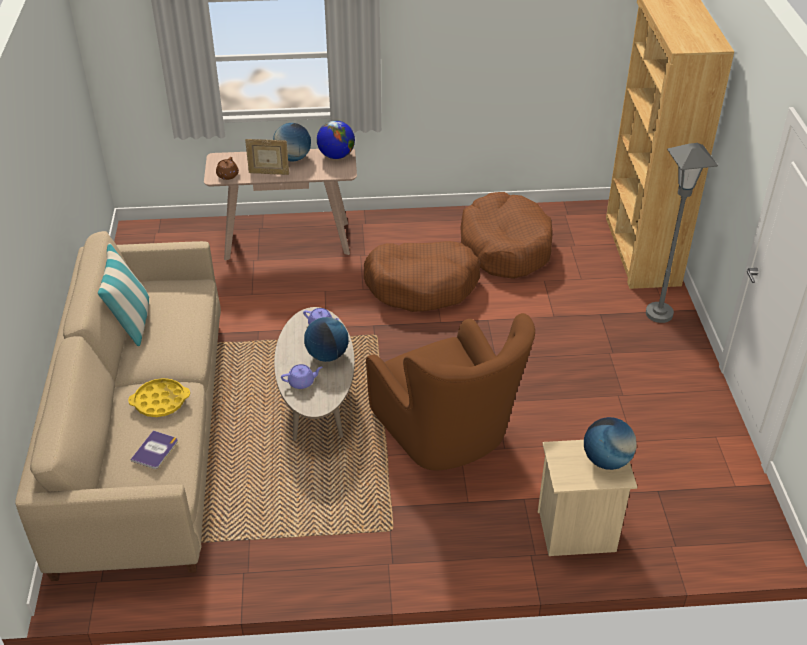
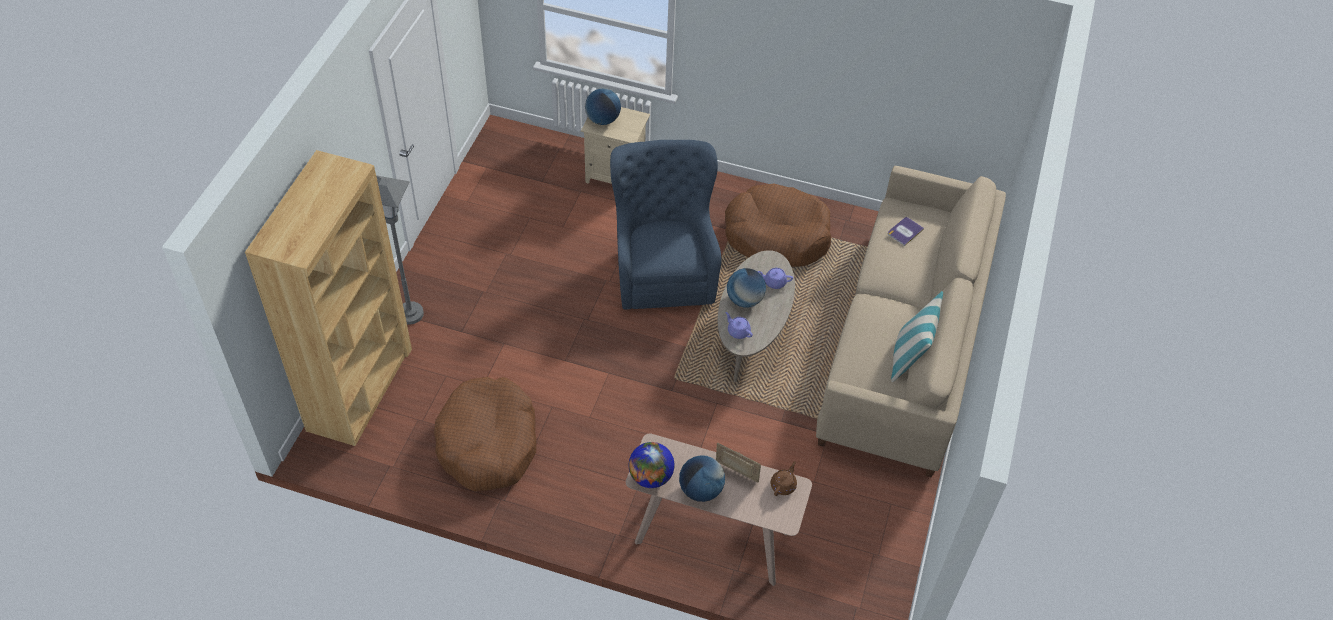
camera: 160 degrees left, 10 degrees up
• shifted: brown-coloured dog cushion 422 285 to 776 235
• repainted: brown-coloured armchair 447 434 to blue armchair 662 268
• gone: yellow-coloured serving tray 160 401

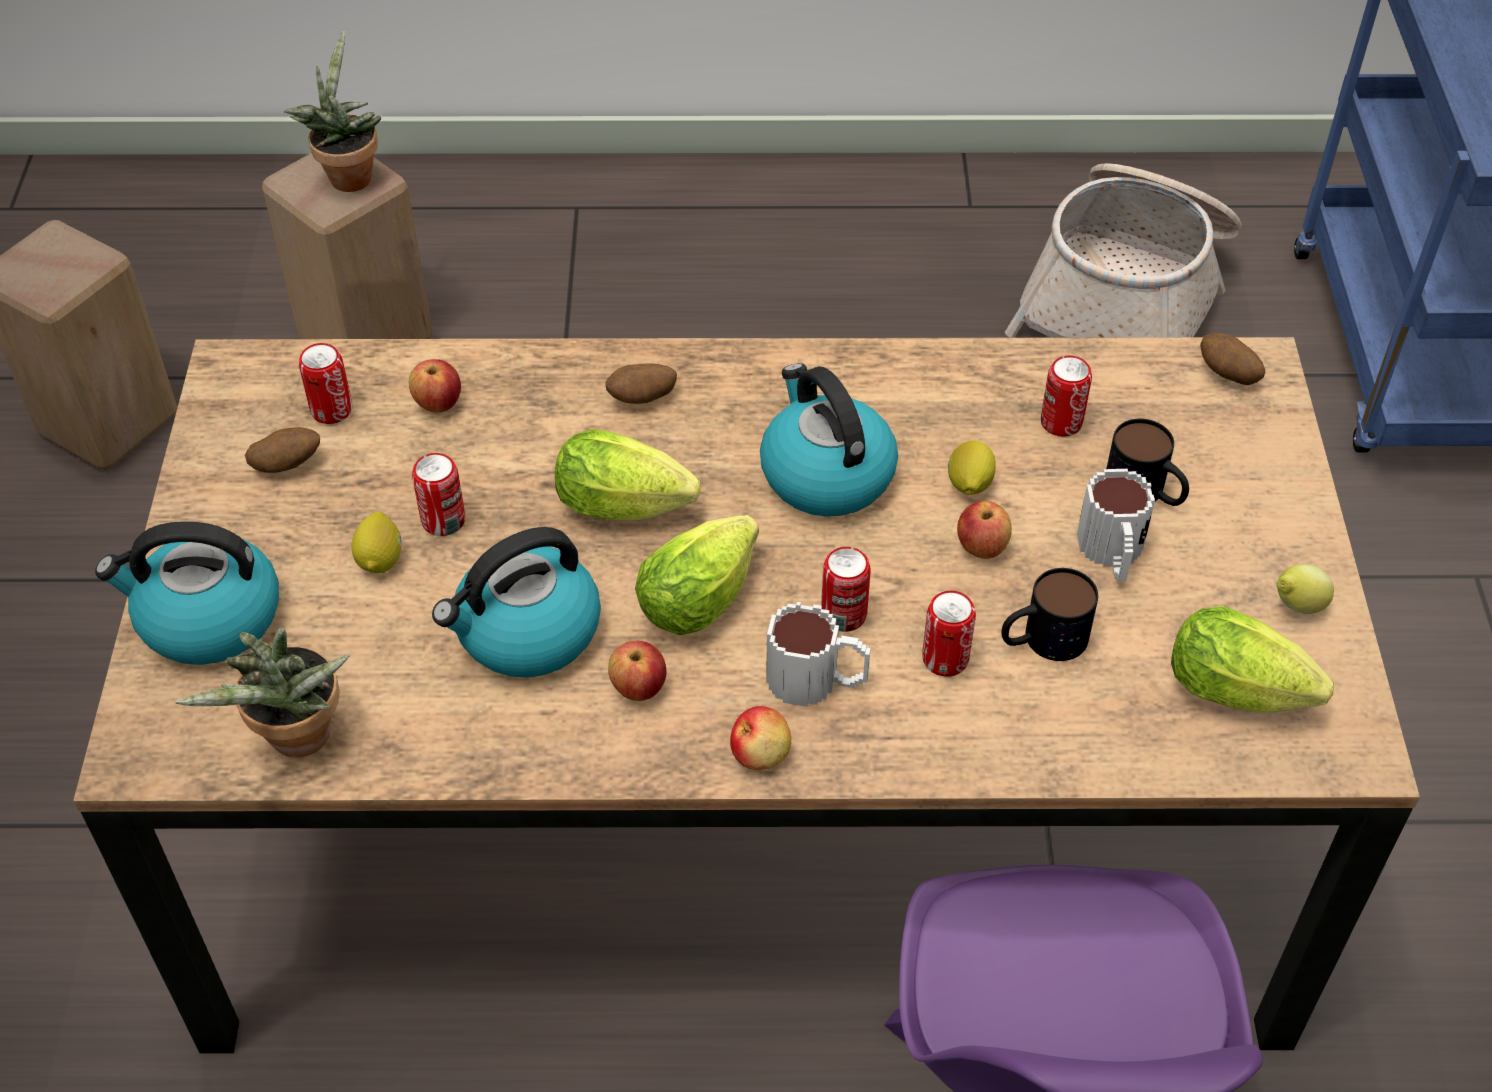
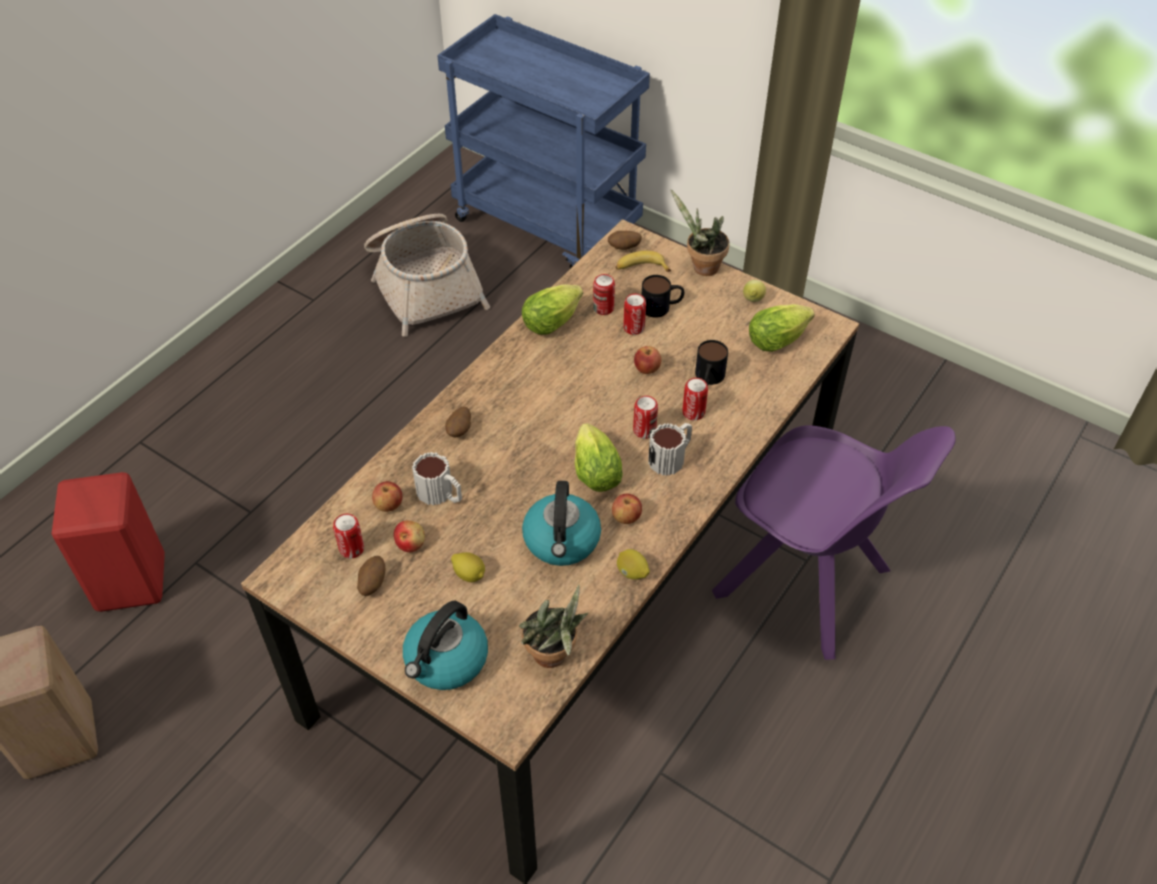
camera: 55 degrees left, 0 degrees up
• shifted: houseplant 348 175 to 701 267
• repainted: beige-coloured stool seat 362 338 to reddish stool seat 129 584
• gone: water kettle 825 474
• shifted: head of lettuce 631 507 to 554 321
• shifted: citrus fruit 969 485 to 632 573
• shifted: metal can 443 521 to 634 328
• shifted: coffee mug 1112 554 to 441 494
• shifted: apple 761 753 to 410 543
• new: whole banana 640 268

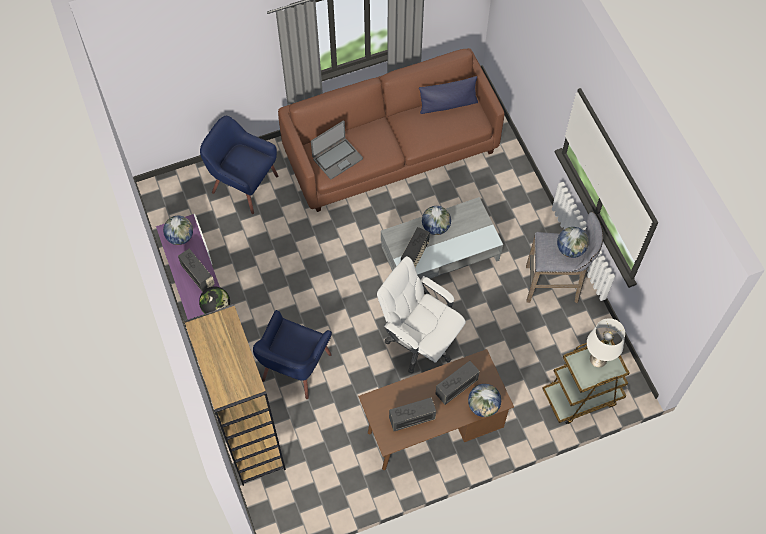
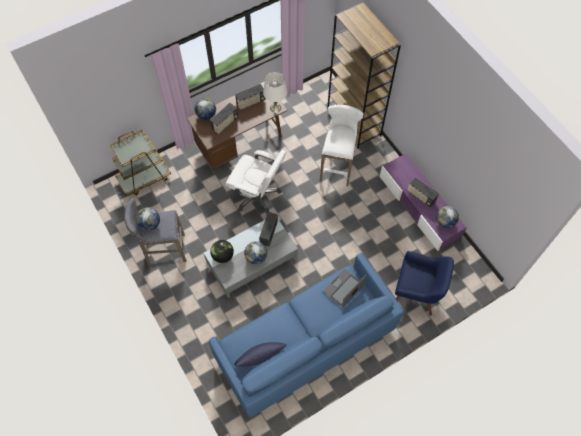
camera: 170 degrees right, 0 degrees up
• repainted: brown-coloured sofa 391 151 to blue sofa 305 343
• shifted: desk globe 216 308 to 223 256
• swapped: blue armchair 295 367 to whitish stool seat 337 166
• shifted: whitish tabletop lamp 598 359 to 275 108

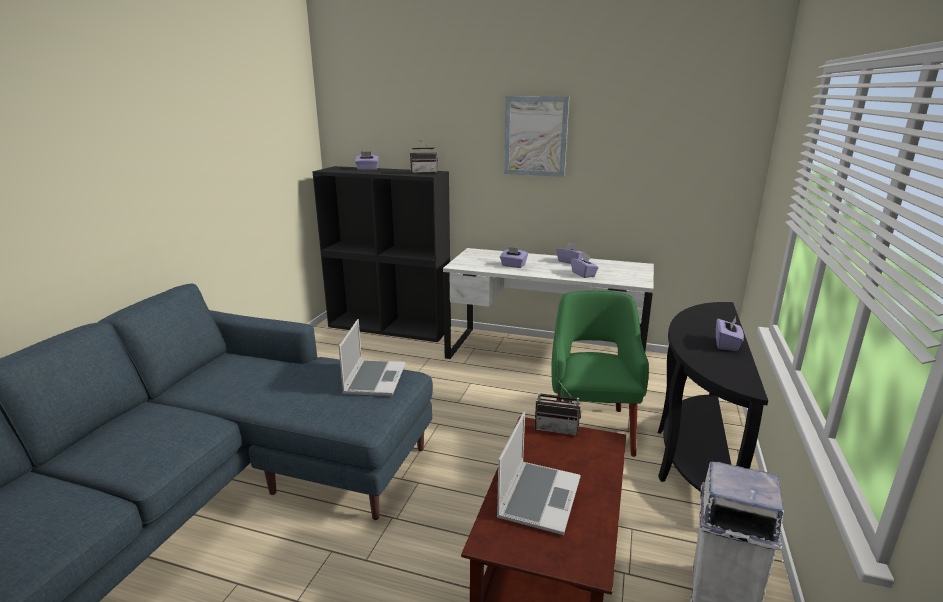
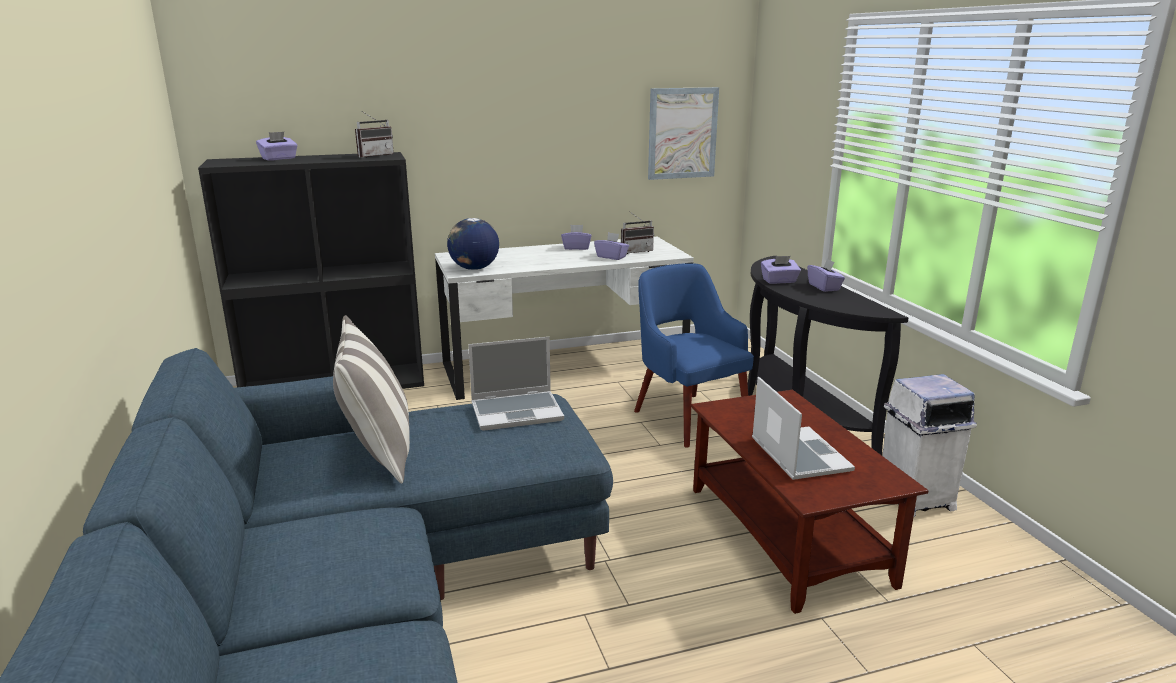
camera: 35 degrees left, 0 degrees up
• shifted: picture 535 136 to 682 133
• shifted: purple tissue holder 513 265 to 779 281
• repainted: greenish armchair 591 428 to blue armchair 689 418
• rotated: laptop 374 379 = 517 411 105 degrees clockwise
• shifted: radio set 557 428 to 635 251
• new: desk globe 474 268
• new: throw pillow 378 453

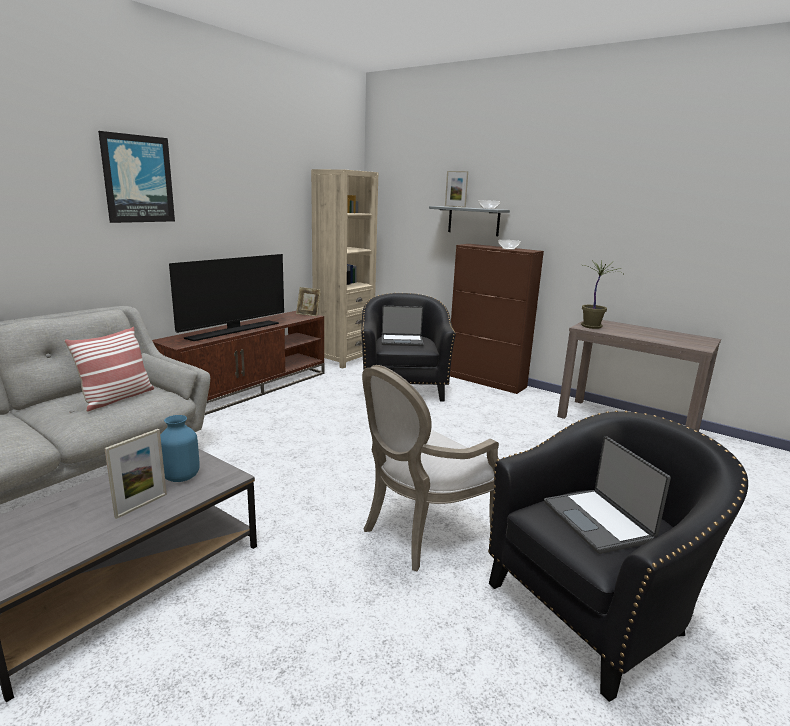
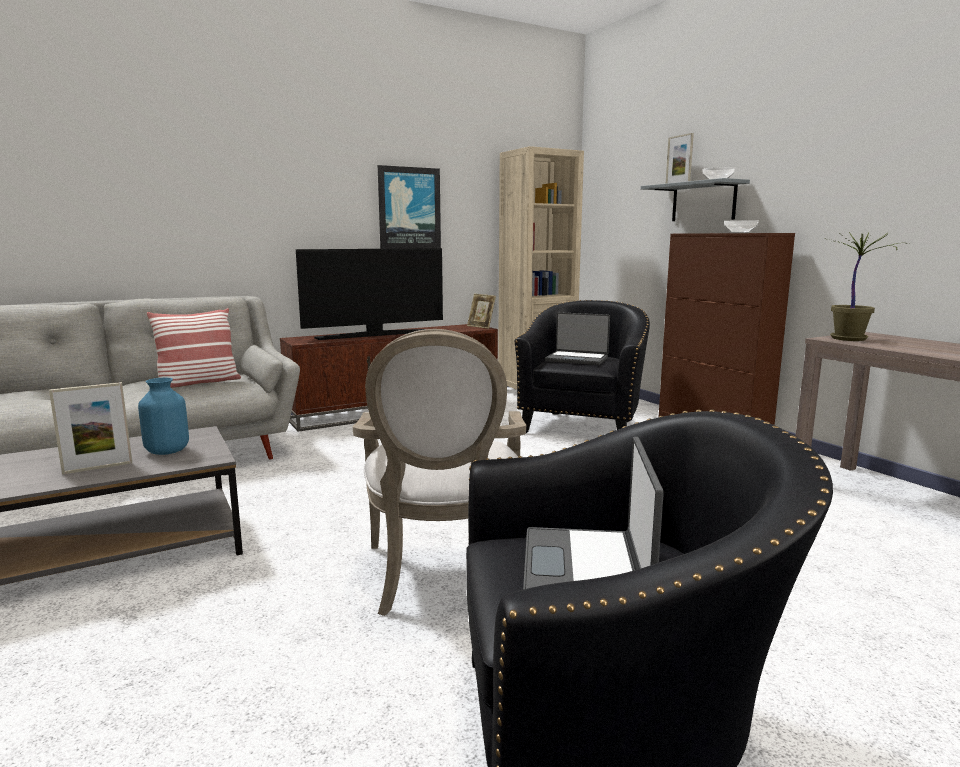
camera: 25 degrees right, 5 degrees down
• shifted: picture 138 179 to 409 208
• rotated: armchair 420 533 = 441 580 75 degrees counterclockwise

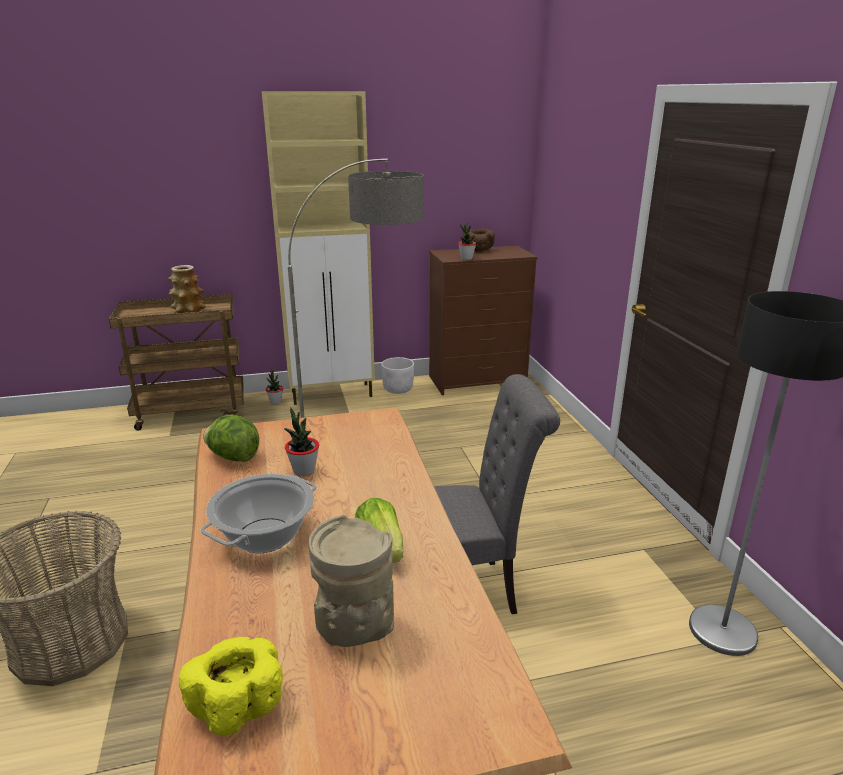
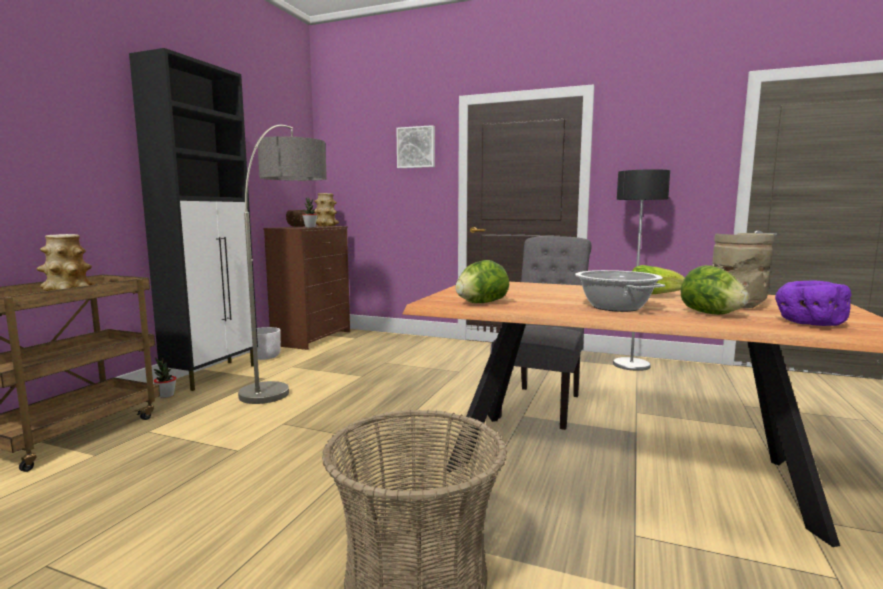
camera: 55 degrees left, 15 degrees down
• repainted: beige-coloured cupboard 333 394 to black cupboard 214 375
• gone: houseplant 304 470
• repainted: yellow-coloured serving bowl 238 705 to purple serving bowl 808 324
• new: picture 416 147
• new: vase 325 226
• new: head of lettuce 710 313

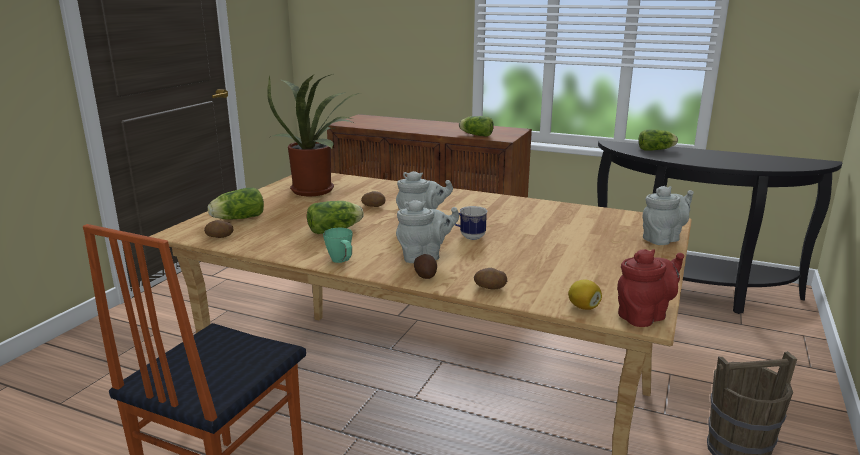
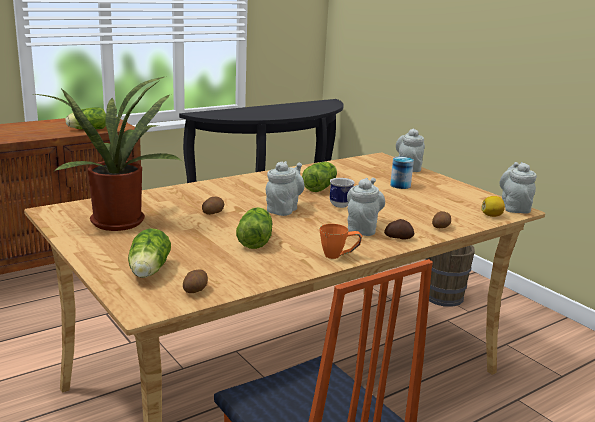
camera: 60 degrees left, 0 degrees up
• shifted: head of lettuce 657 150 to 321 187
• repainted: greenish coffee mug 342 262 to orangey coffee mug 339 256
• repainted: reddish pot for tea 644 316 to greyish pot for tea 514 207
• new: metal can 400 185

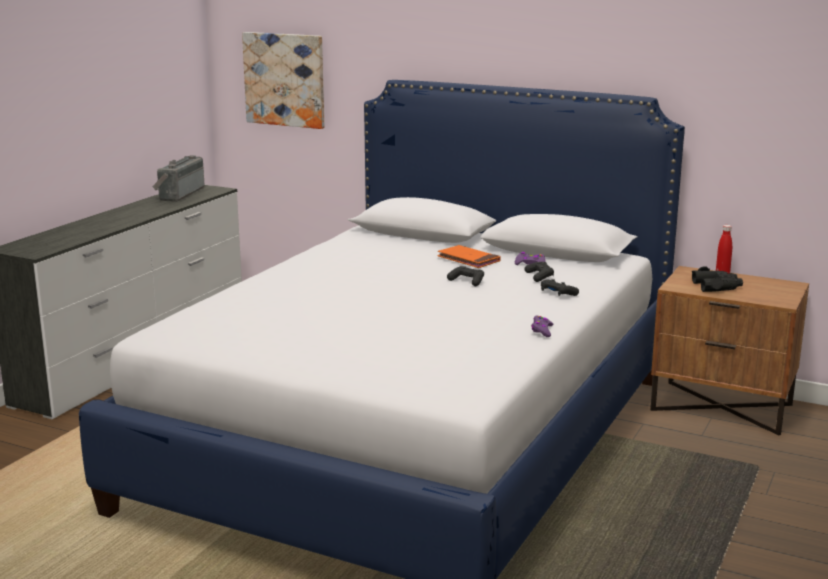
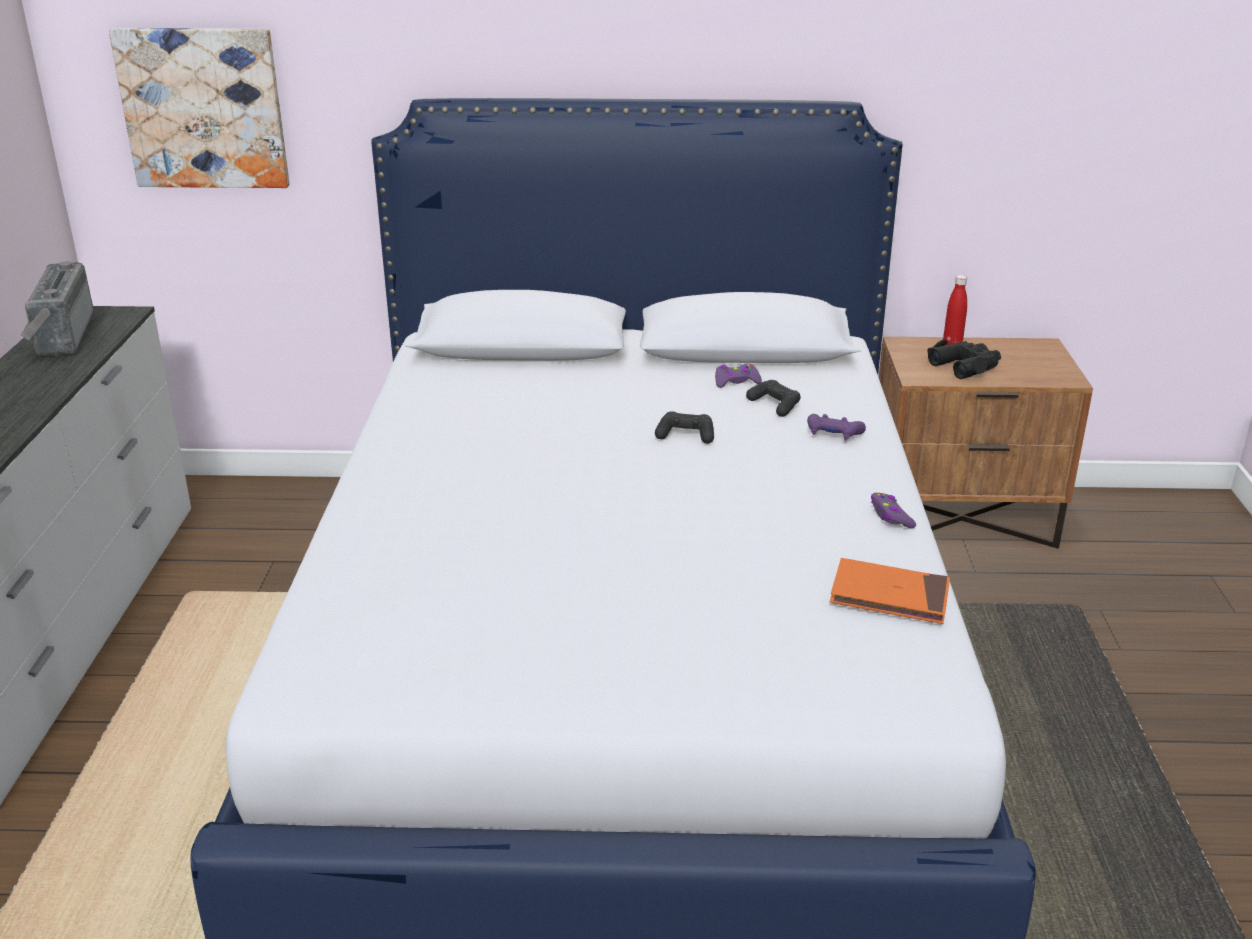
camera: 25 degrees left, 10 degrees up
• shifted: orangey volume 468 259 to 889 596
• repainted: black game controller 557 293 to purple game controller 833 434

